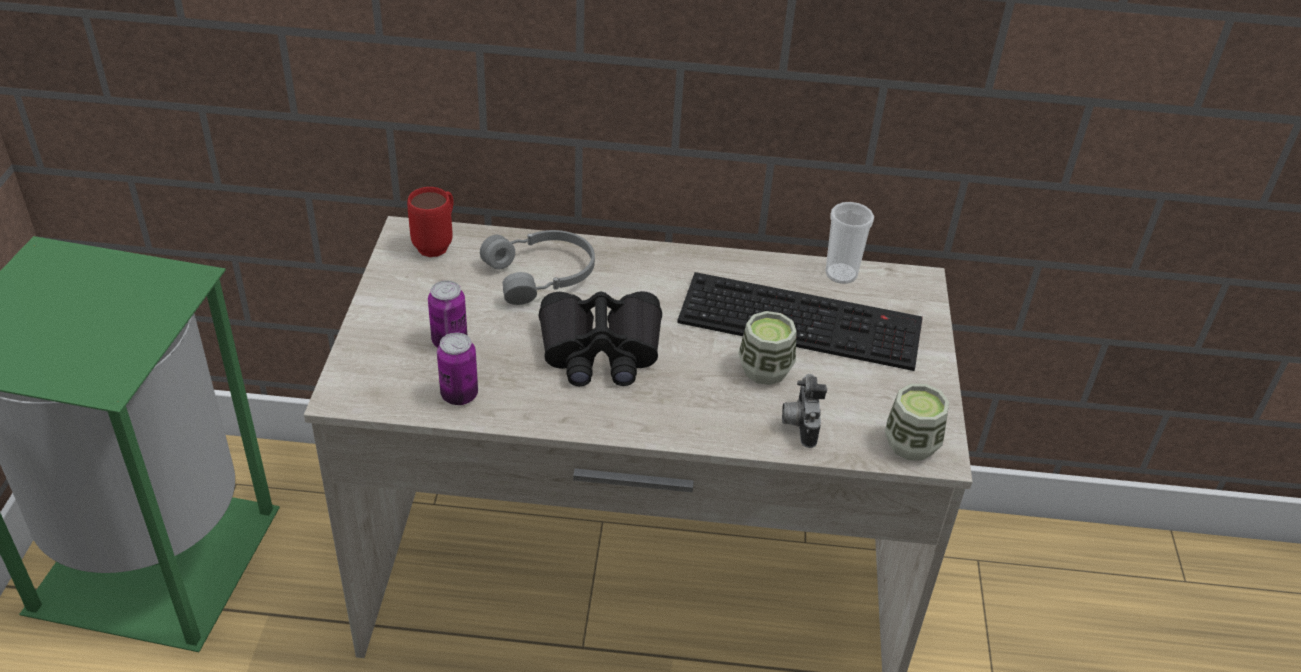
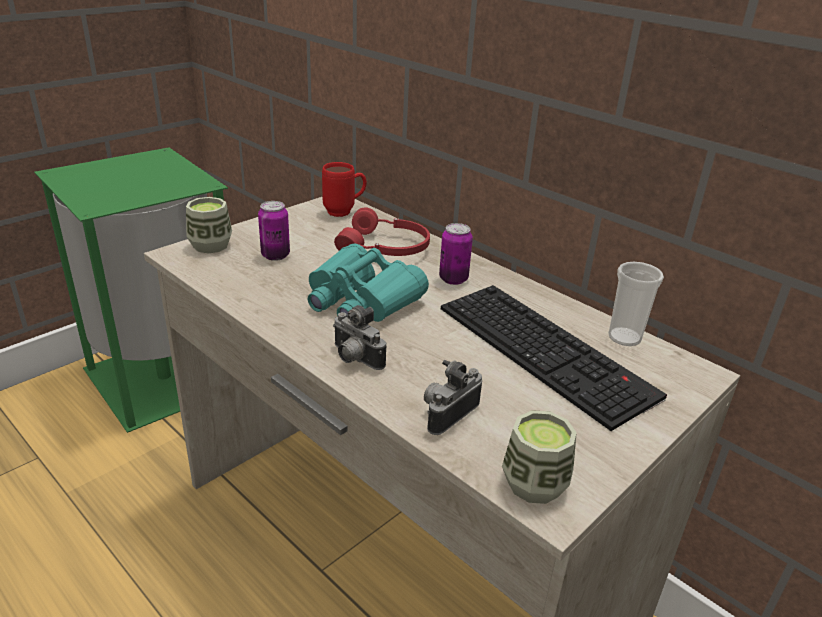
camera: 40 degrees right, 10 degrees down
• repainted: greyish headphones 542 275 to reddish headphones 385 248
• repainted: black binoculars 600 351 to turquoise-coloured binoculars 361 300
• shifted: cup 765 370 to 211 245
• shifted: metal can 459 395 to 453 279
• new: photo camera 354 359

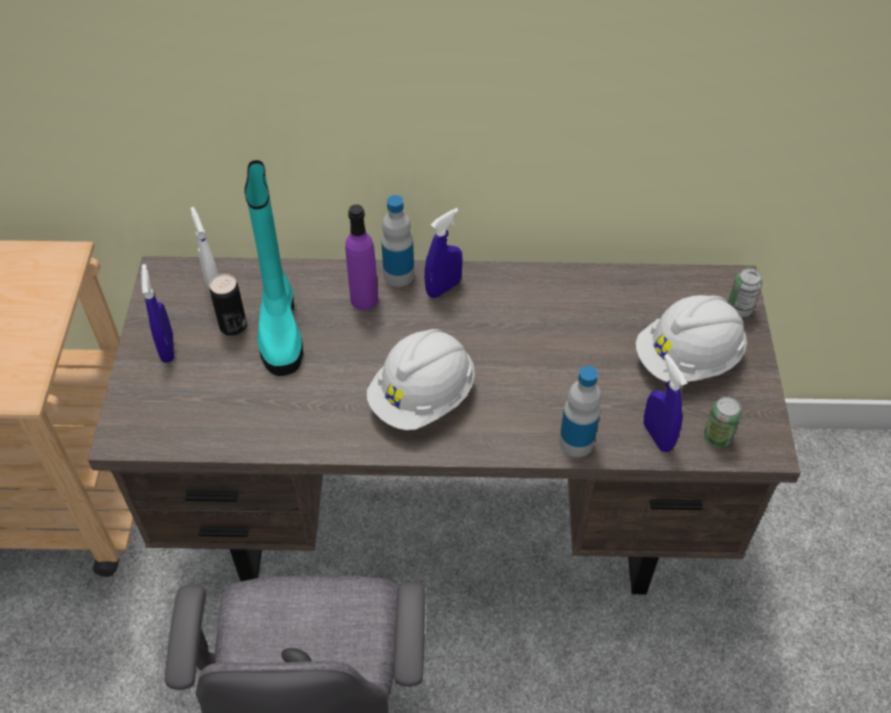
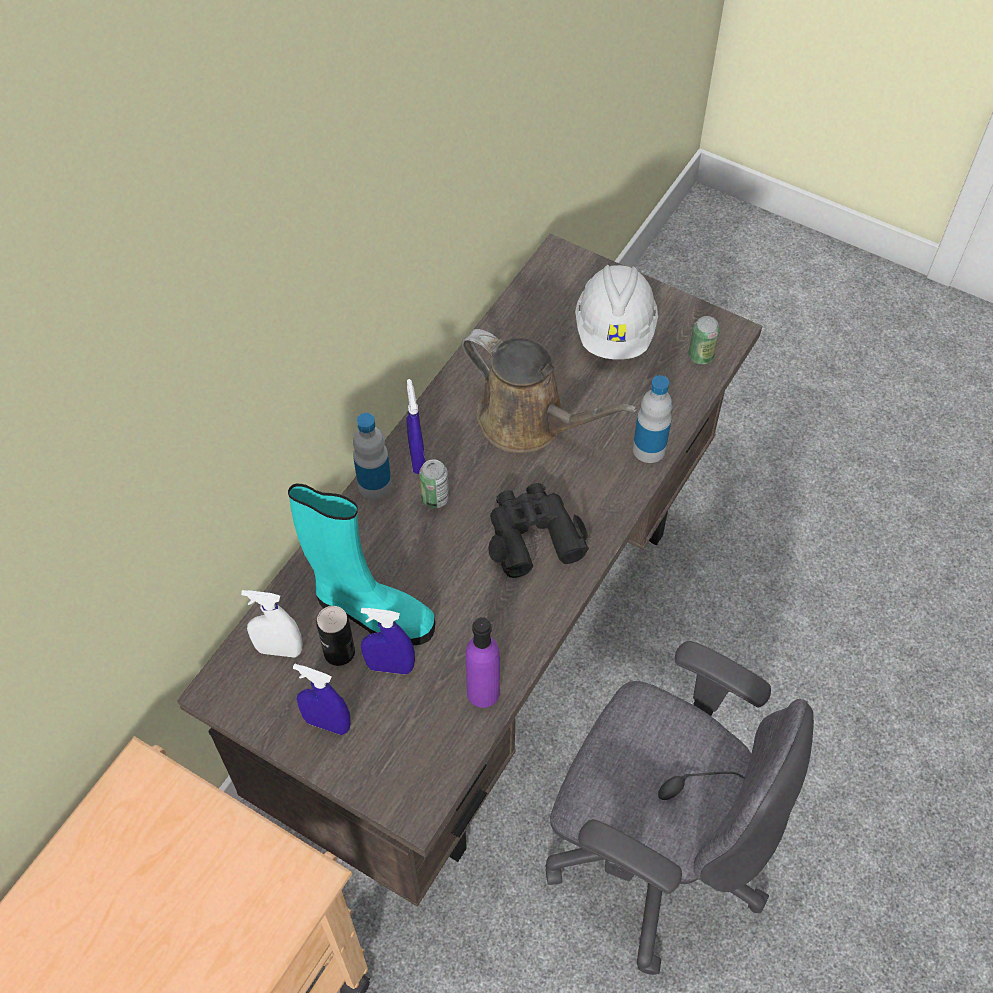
camera: 60 degrees left, 5 degrees up
• shifted: purple beverage bottle 364 299 to 483 692
• shifted: metal can 739 309 to 435 498
• swapped: whitish work helmet 423 397 to black binoculars 532 535
• shifted: blue hand sprayer 657 436 to 390 667
• new: brown-coloured watering pot 529 422

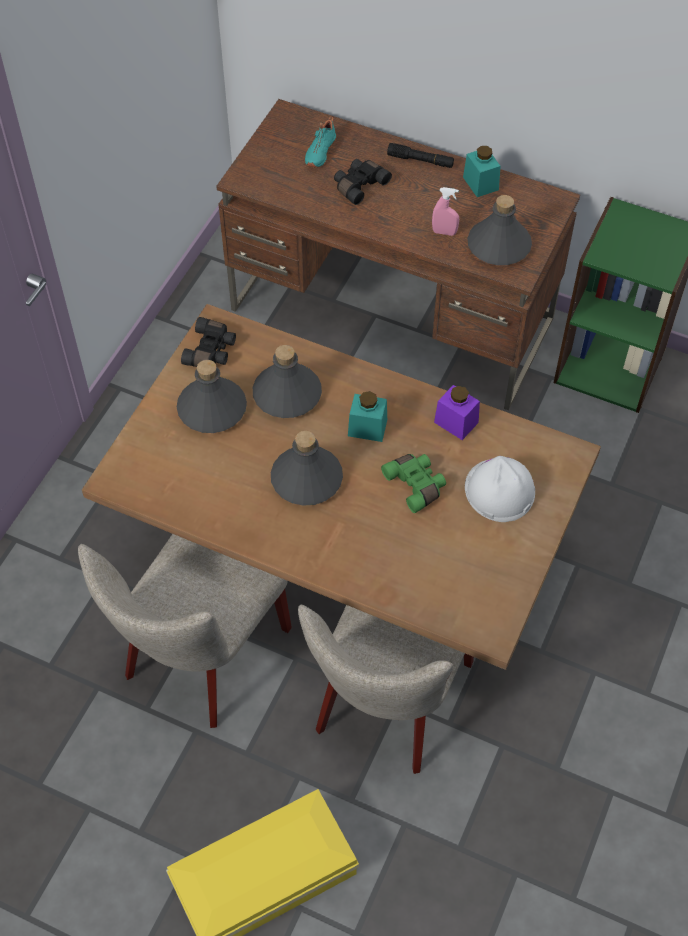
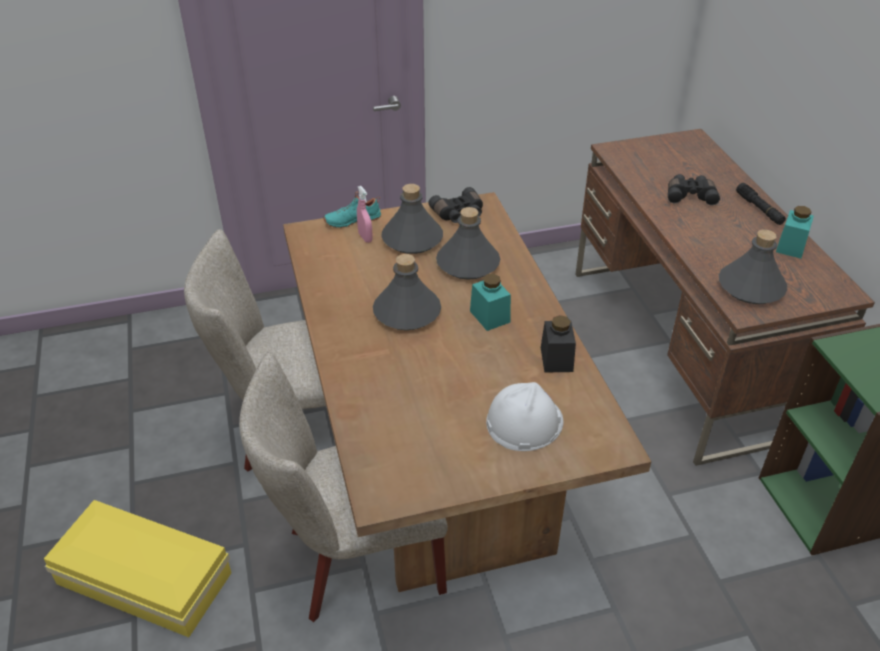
camera: 50 degrees right, 15 degrees down
• shifted: turquoise-coloured low shoe 319 151 to 352 220
• shifted: pink-coloured hand sprayer 444 232 to 365 237
• repainted: purple storage jar 456 422 to black storage jar 556 359
• gone: greenish binoculars 416 485

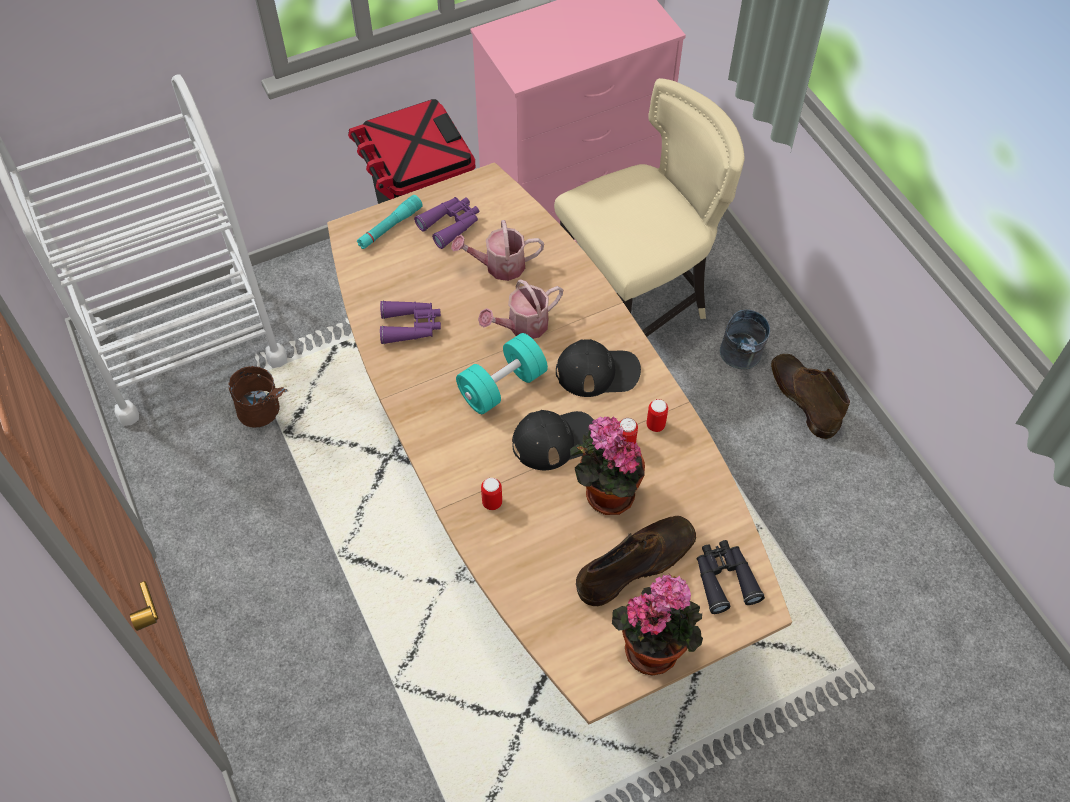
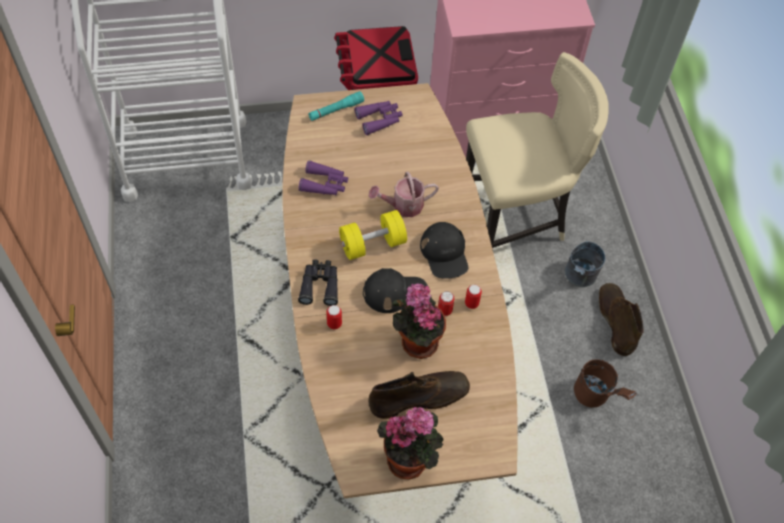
camera: 15 degrees right, 0 degrees up
• gone: watering pot 499 266
• repainted: turquoise-coloured dumbbell 502 386 to yellow-coloured dumbbell 372 244
• rotated: black cap 598 371 = 444 253 60 degrees clockwise
• shifted: brown-coloured pail 265 413 to 596 396
• shifted: black binoculars 724 578 to 320 285

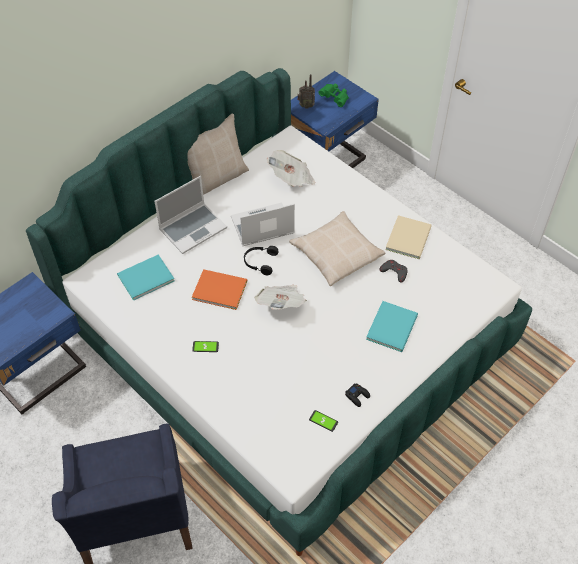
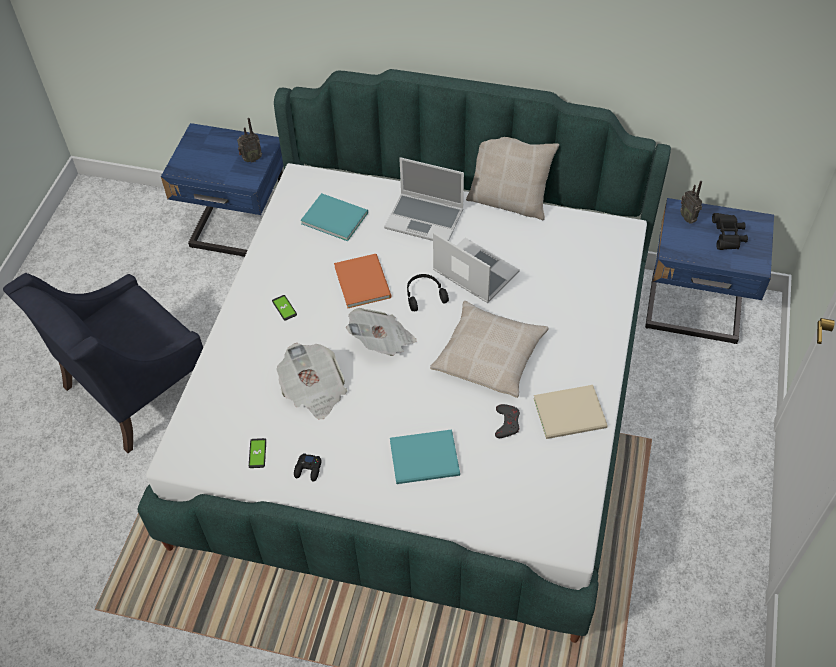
camera: 60 degrees right, 0 degrees up
• repainted: greenish binoculars 335 98 to black binoculars 727 237
• shifted: newspaper 291 178 to 314 391
• new: radio set 251 159

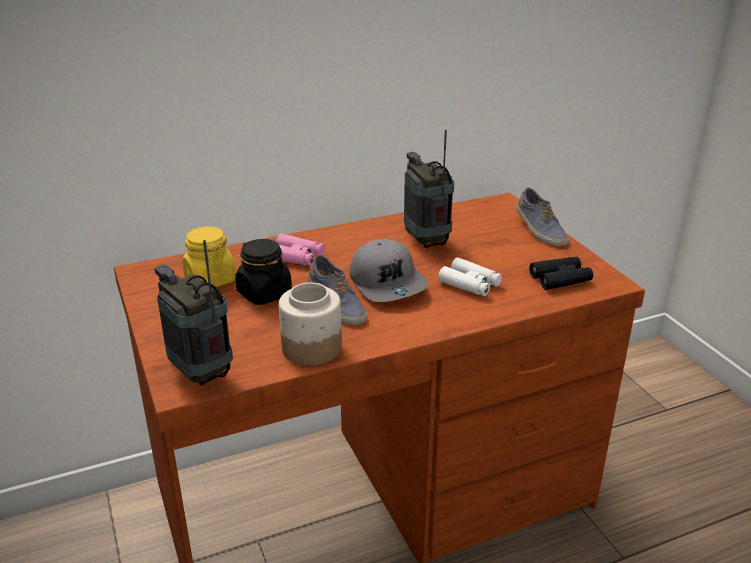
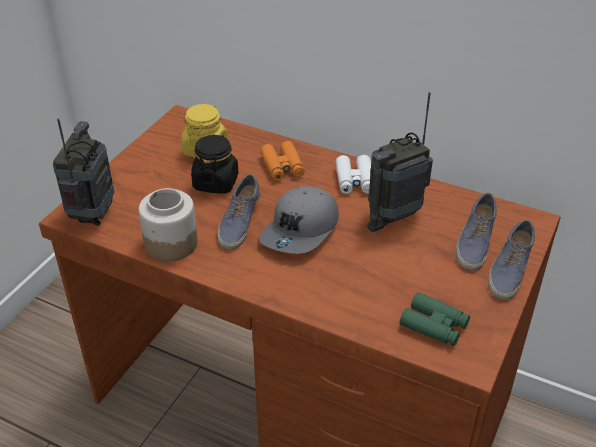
camera: 50 degrees right, 10 degrees up
• rotated: radio set 426 241 = 394 216 150 degrees counterclockwise
• repainted: pink-coloured binoculars 296 257 to orangey binoculars 282 167
• shifted: whitish binoculars 470 284 to 354 180
• repainted: black binoculars 560 279 to greenish binoculars 434 325
• new: low shoe 474 242

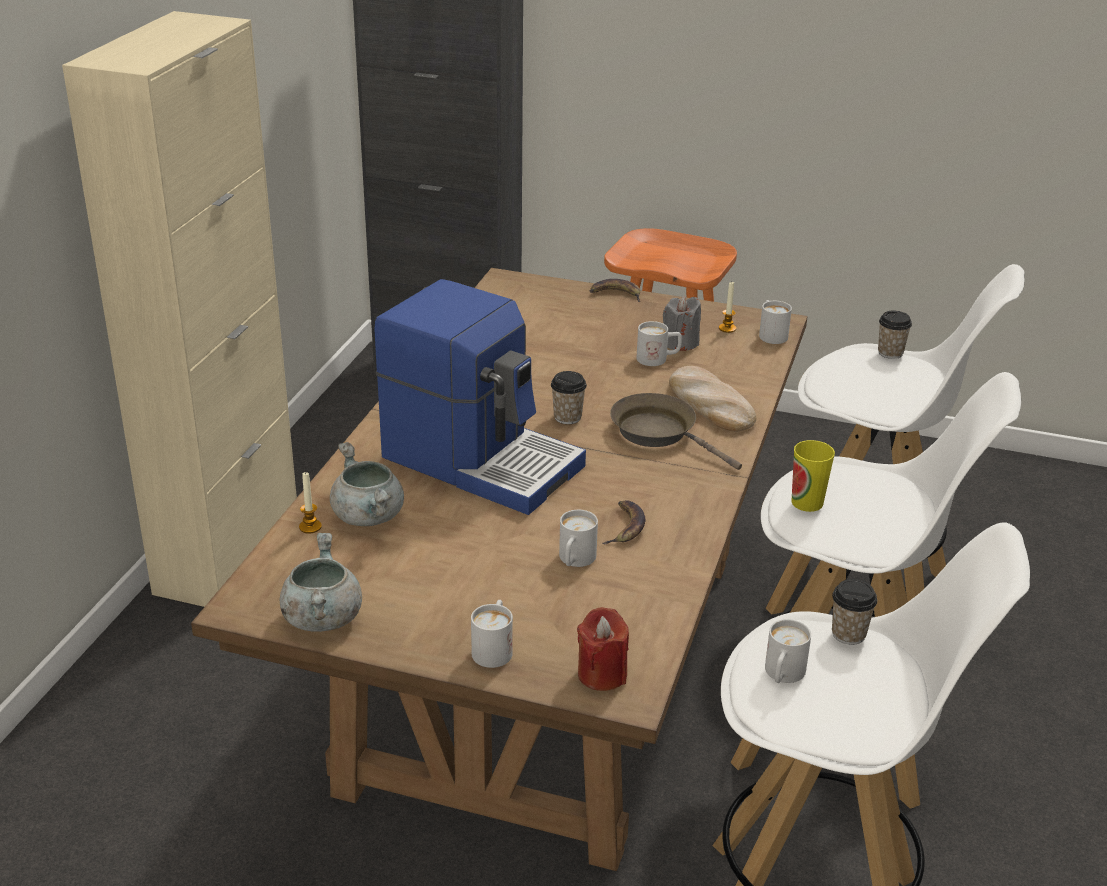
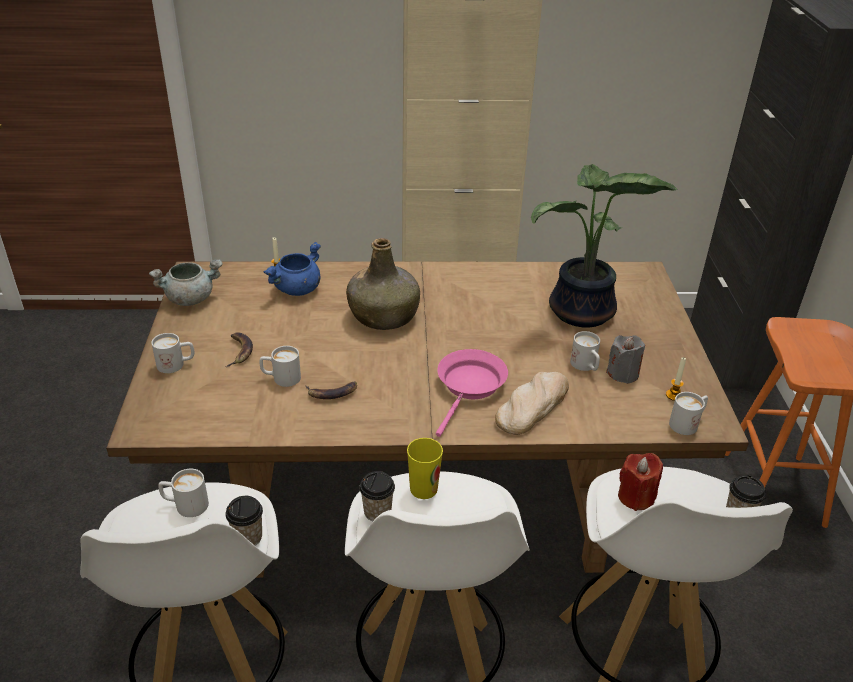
camera: 70 degrees right, 5 degrees up
• swapped: coffee maker 482 460 to greenish beverage bottle 384 315
• shifted: whole banana 615 294 to 239 351
• shifted: cup 567 417 to 377 512
• repainted: brown-coloured frying pan 659 433 to pink-coloured frying pan 469 387
• repainted: greyish cooking pot 370 517 to blue cooking pot 297 289
• shifted: reddish candle 602 674 to 636 497
• new: houseplant 581 314

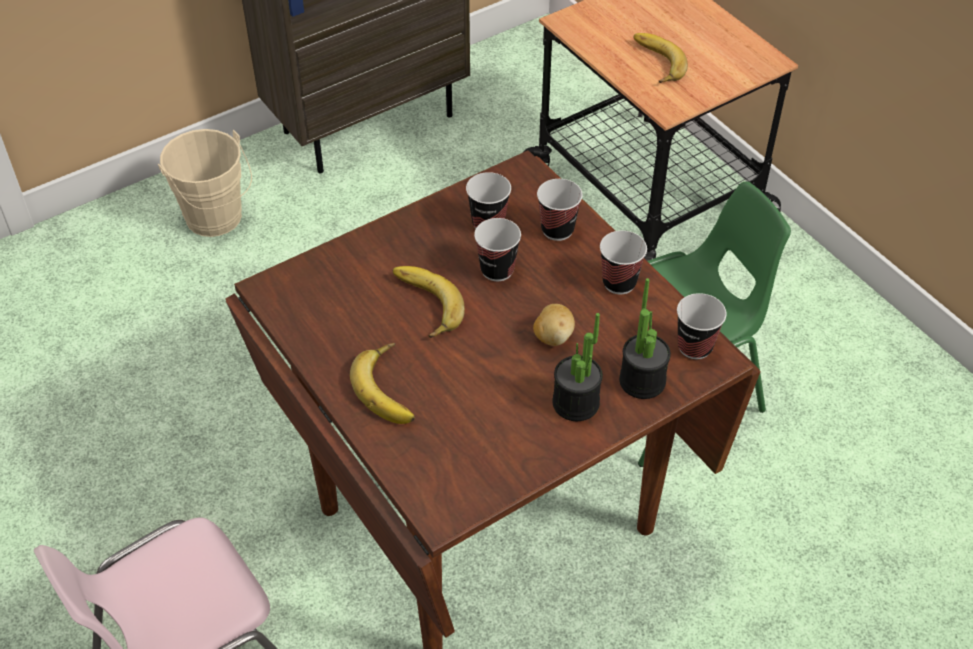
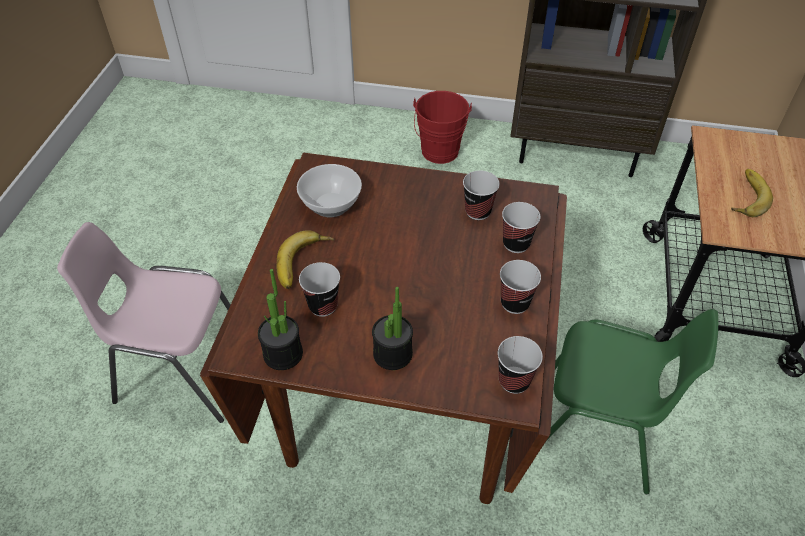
camera: 45 degrees right, 0 degrees up
• repainted: beige-coloured pail 217 221 to reddish pail 439 154
• shifted: cup 497 270 to 323 305
• gone: whole banana 422 305
• shifted: houseplant 642 381 to 283 354
• gone: spud 553 336
• new: serving bowl 332 205

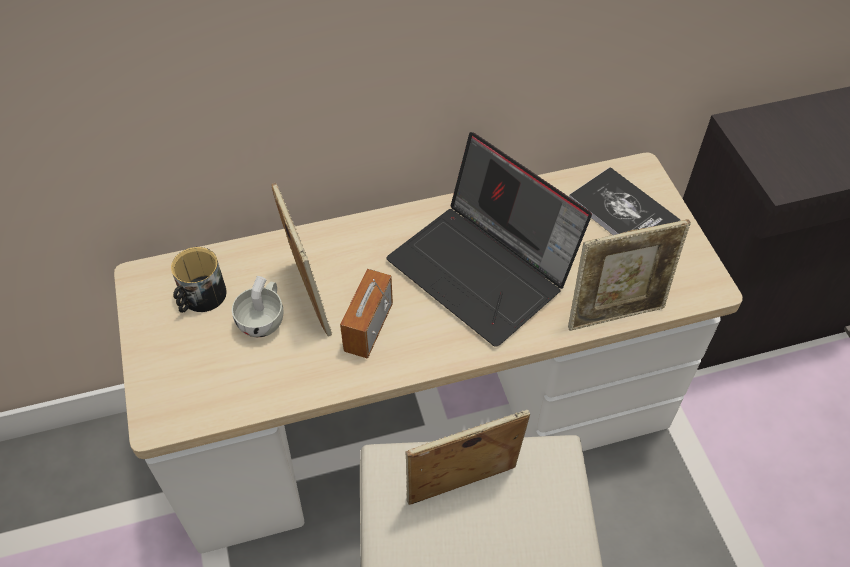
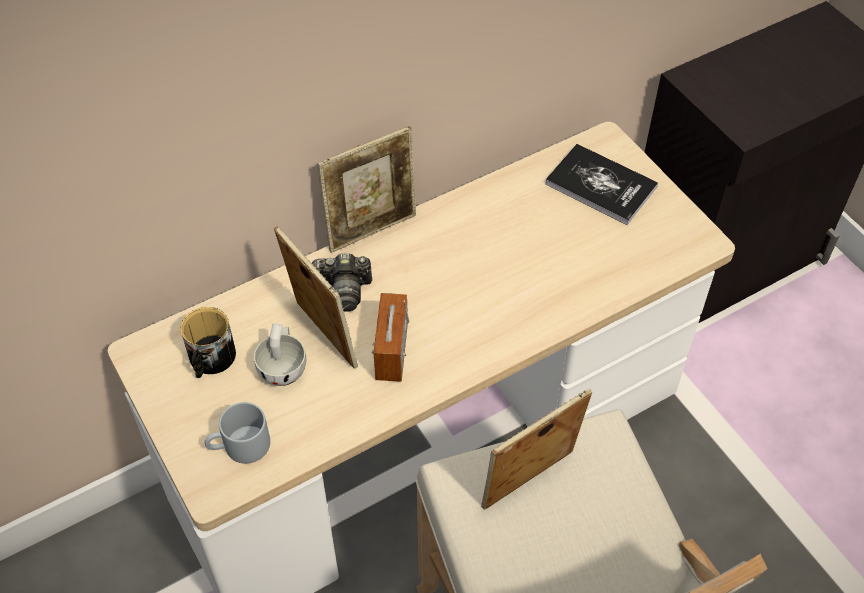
camera: 15 degrees left, 0 degrees up
• gone: laptop 484 270
• shifted: standing frame 615 314 to 372 229
• new: photo camera 343 290
• new: greyish coffee mug 239 447

